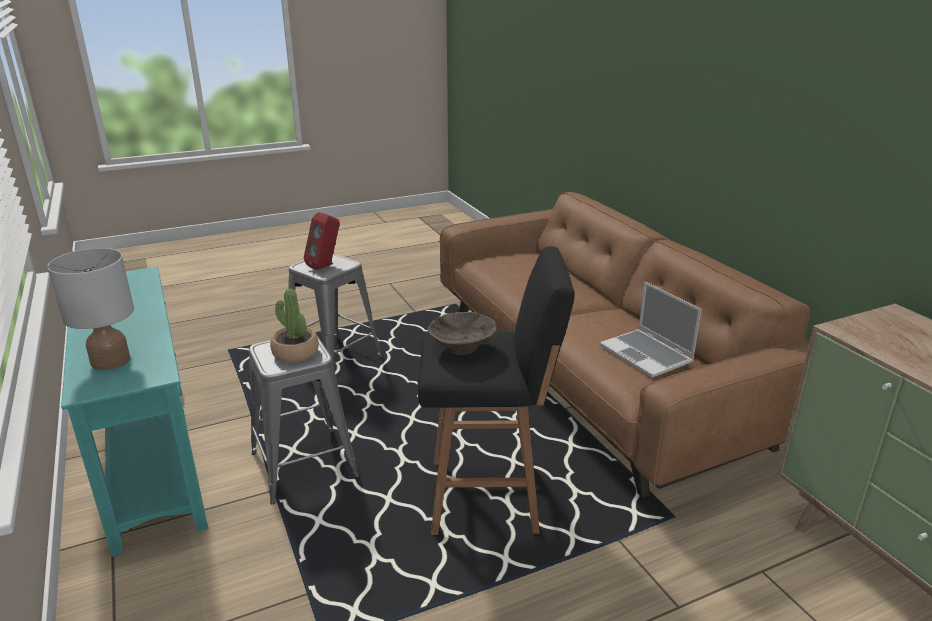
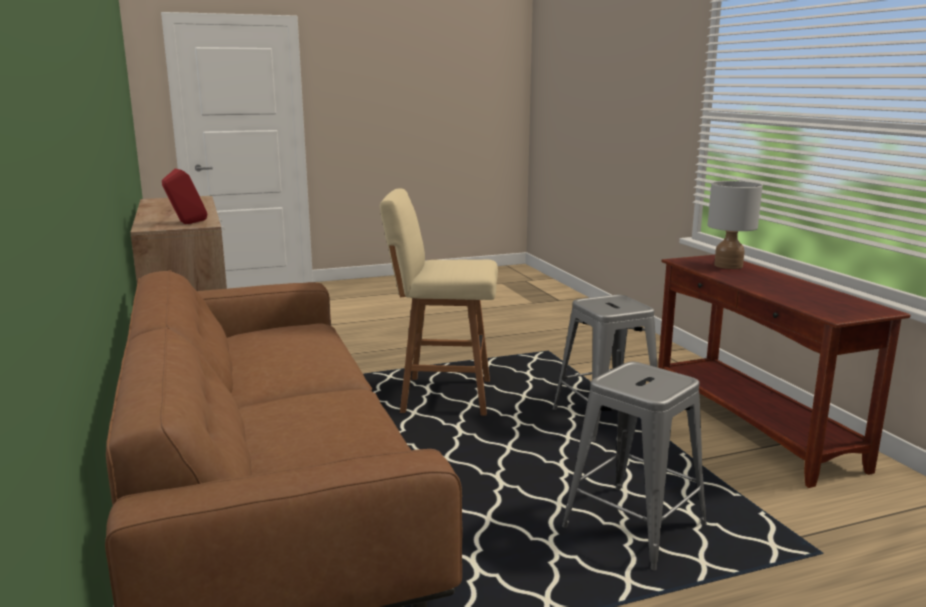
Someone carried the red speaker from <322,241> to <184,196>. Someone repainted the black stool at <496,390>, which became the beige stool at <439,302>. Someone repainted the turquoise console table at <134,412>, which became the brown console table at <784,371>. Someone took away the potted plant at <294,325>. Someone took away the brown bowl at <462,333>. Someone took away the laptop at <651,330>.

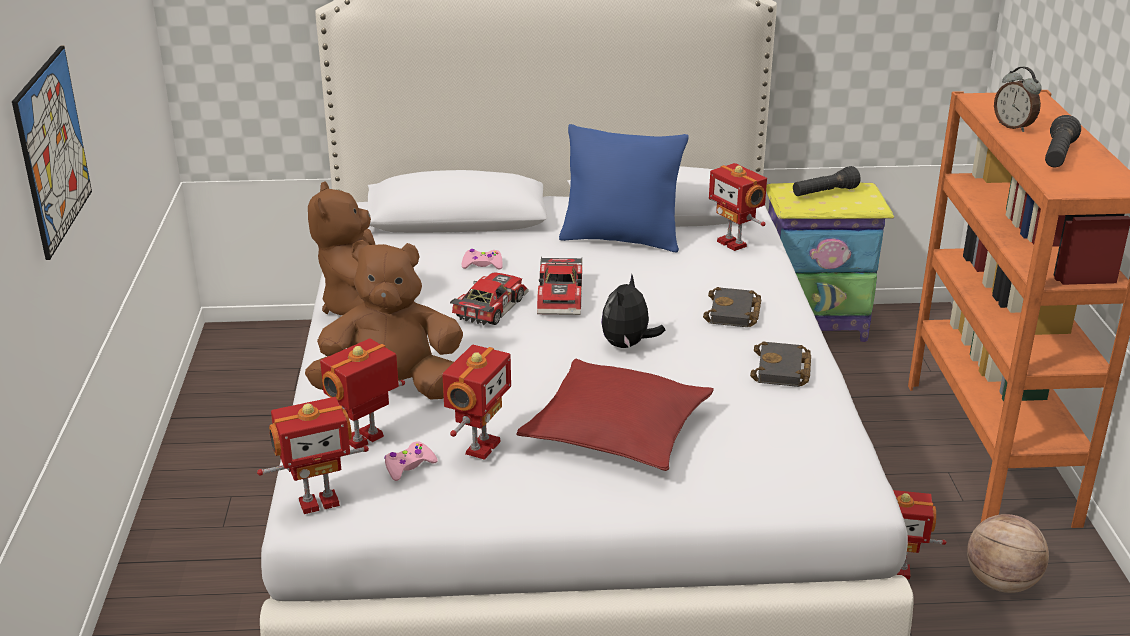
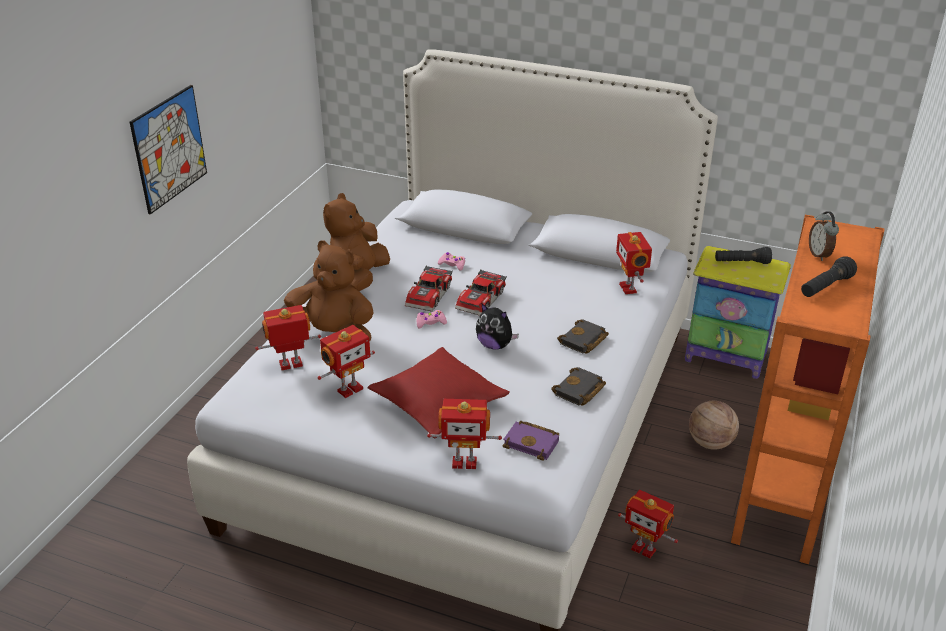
Someone rotated the toy car at <489,298> by 150 degrees clockwise. Someone carried the pink game controller from <411,461> to <432,319>. Someone carried the toy robot from <313,455> to <464,434>. Someone rotated the plush toy at <633,311> by 105 degrees counterclockwise. Someone put down the purple book at <531,441>. Someone carried the basketball from <1008,553> to <714,425>. Someone took away the blue pillow at <623,188>.

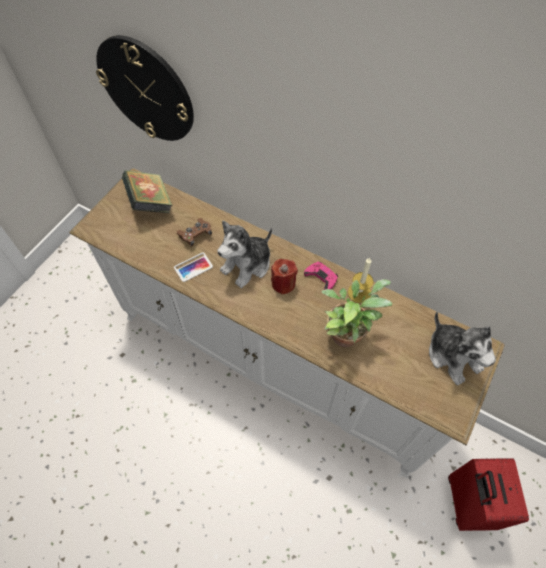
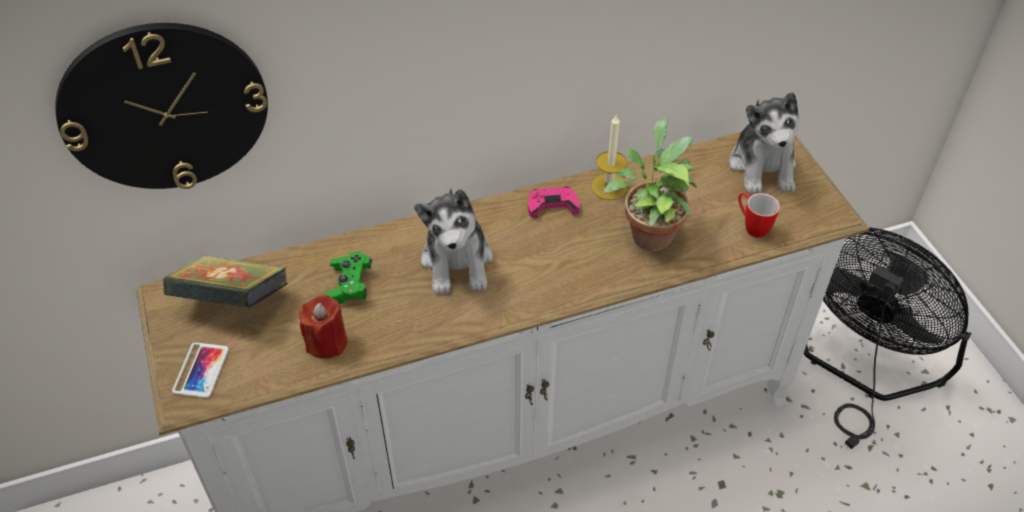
Someone carried the phone from <193,267> to <200,370>. Someone carried the red candle from <284,276> to <323,326>. Someone repainted the brown game controller at <194,232>, which became the green game controller at <348,278>. Someone rotated the plush toy at <462,349> by 75 degrees clockwise. Someone put down the mug at <759,215>. Someone swapped the red suitcase at <488,494> for the black fan at <887,338>.

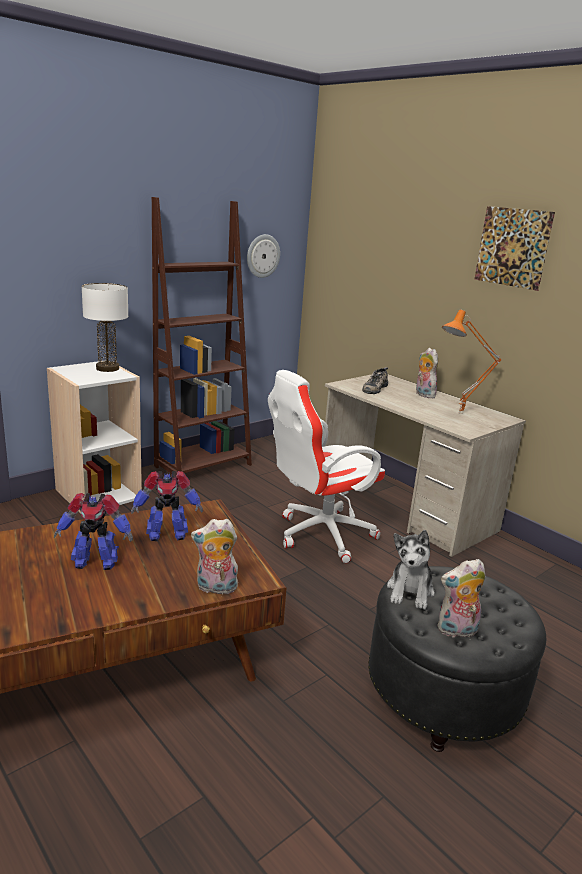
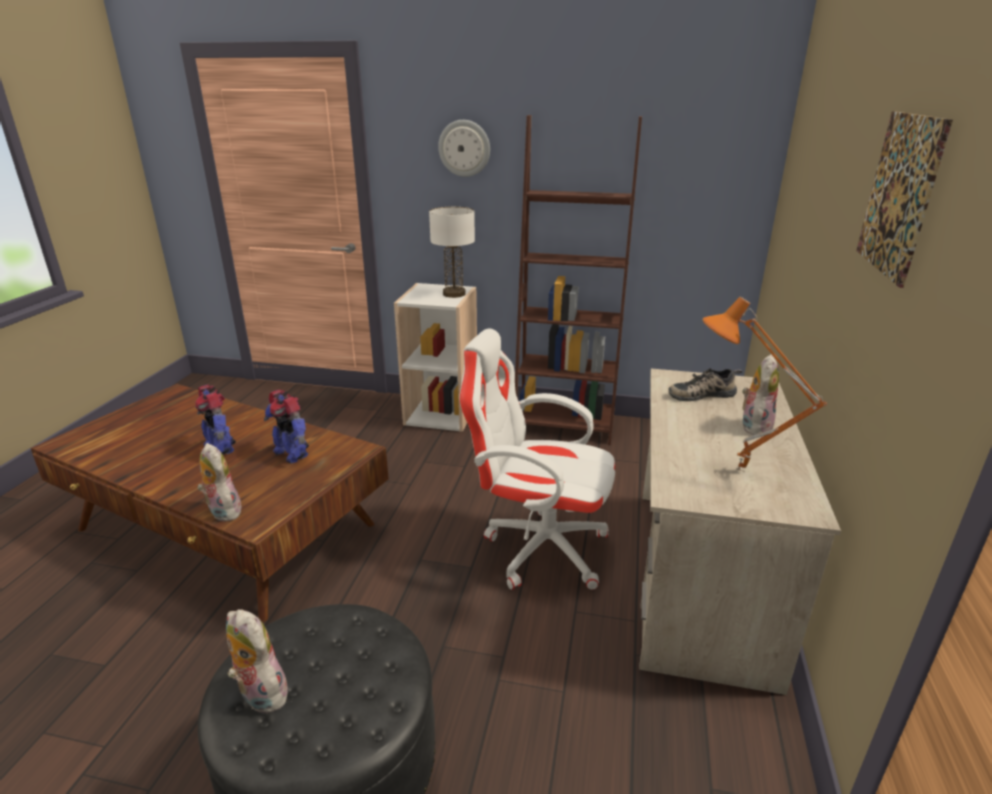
Someone carried the wall clock from <263,256> to <464,148>. Someone took away the plush toy at <411,570>.

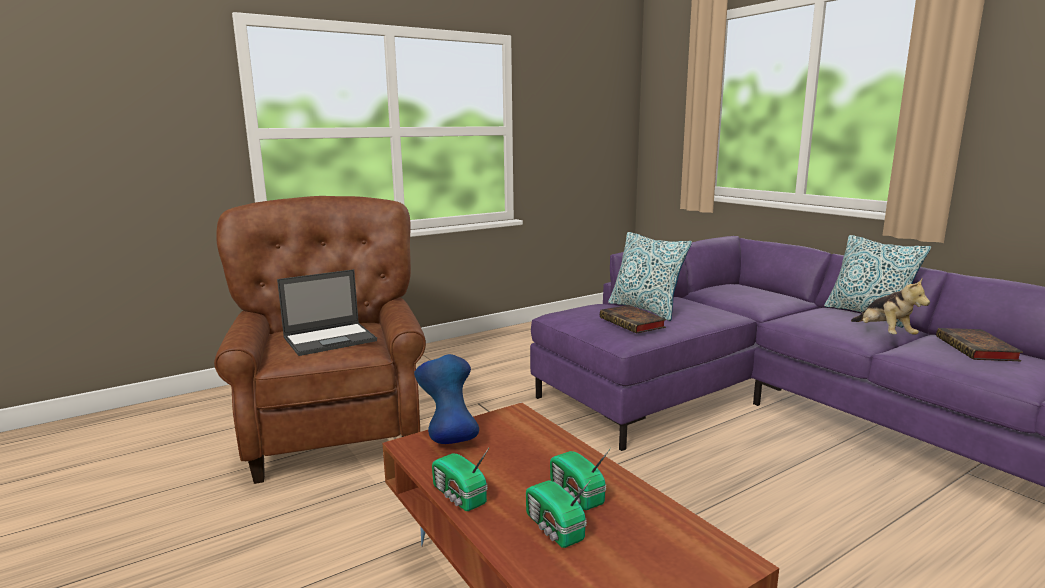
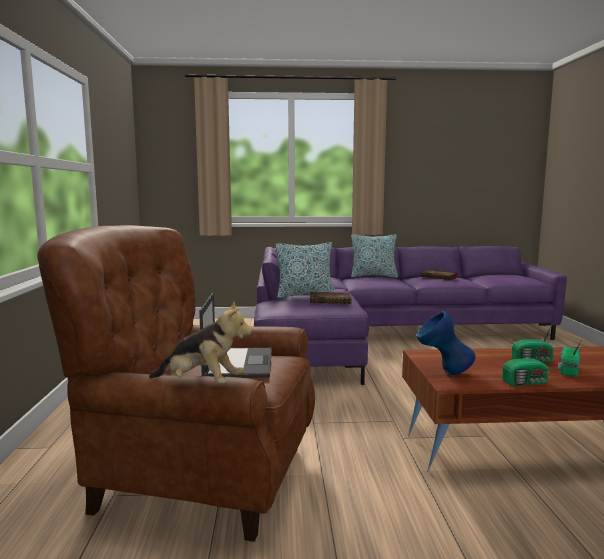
Someone carried the plush toy from <890,306> to <201,342>. Someone rotated the radio at <558,514> by 120 degrees clockwise.

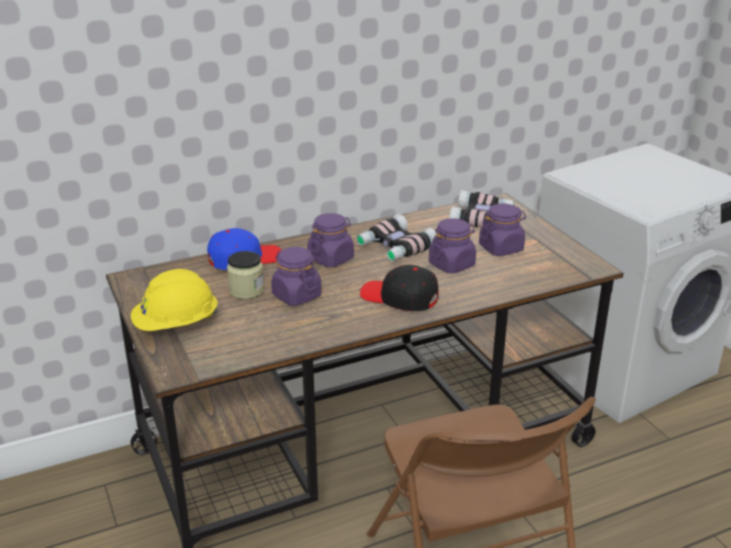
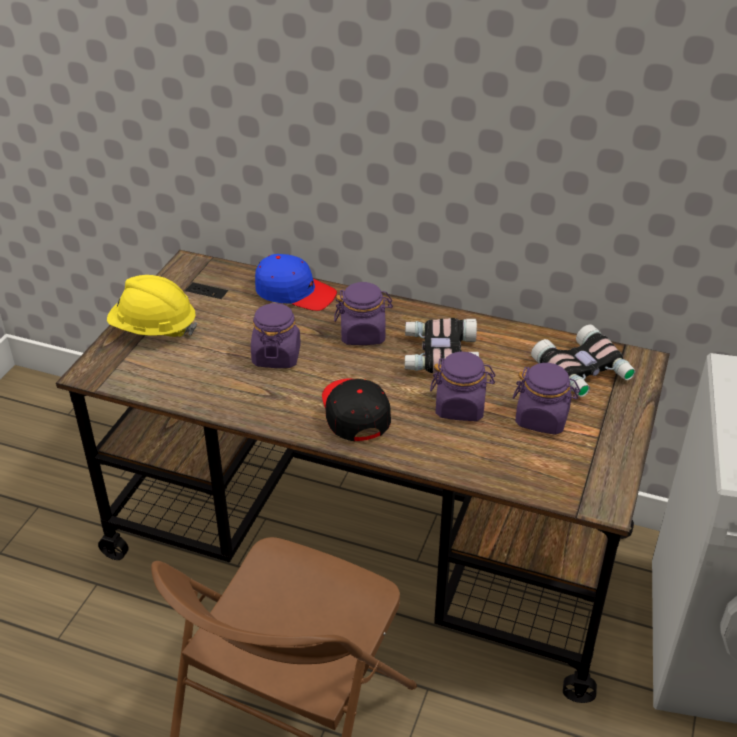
Someone took away the jar at <245,275>.

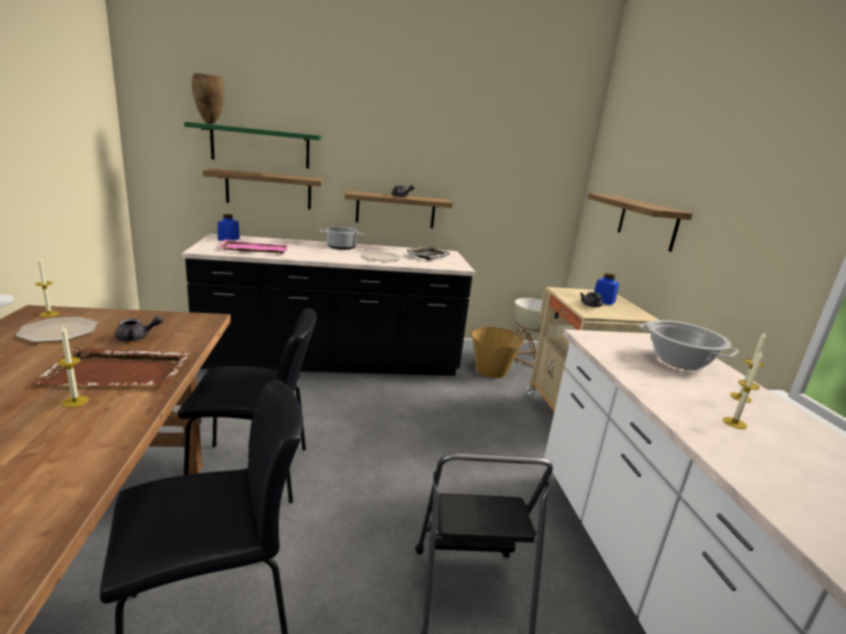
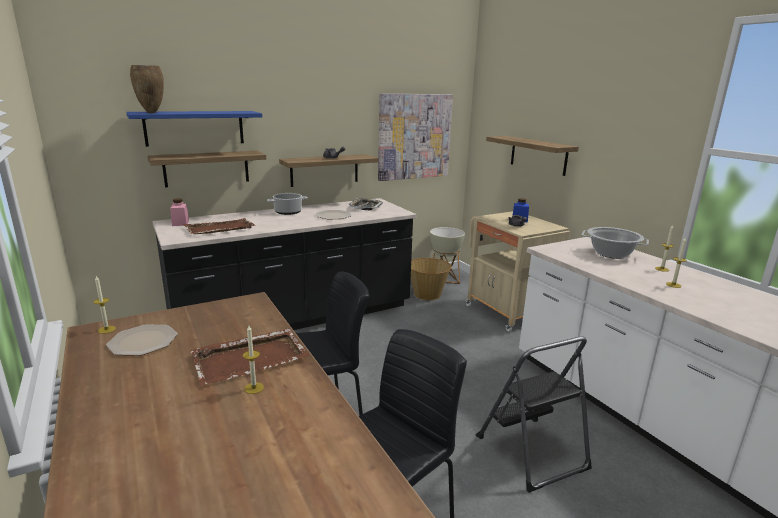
Someone repainted the green shelf at <253,145>, which became the blue shelf at <194,129>. Someone repainted the blue jar at <229,227>, which became the pink jar at <179,212>. Someone repainted the pink tray at <252,246>, which became the brown tray at <219,226>. Someone put up the picture at <415,137>. Someone took away the grey teapot at <139,328>.

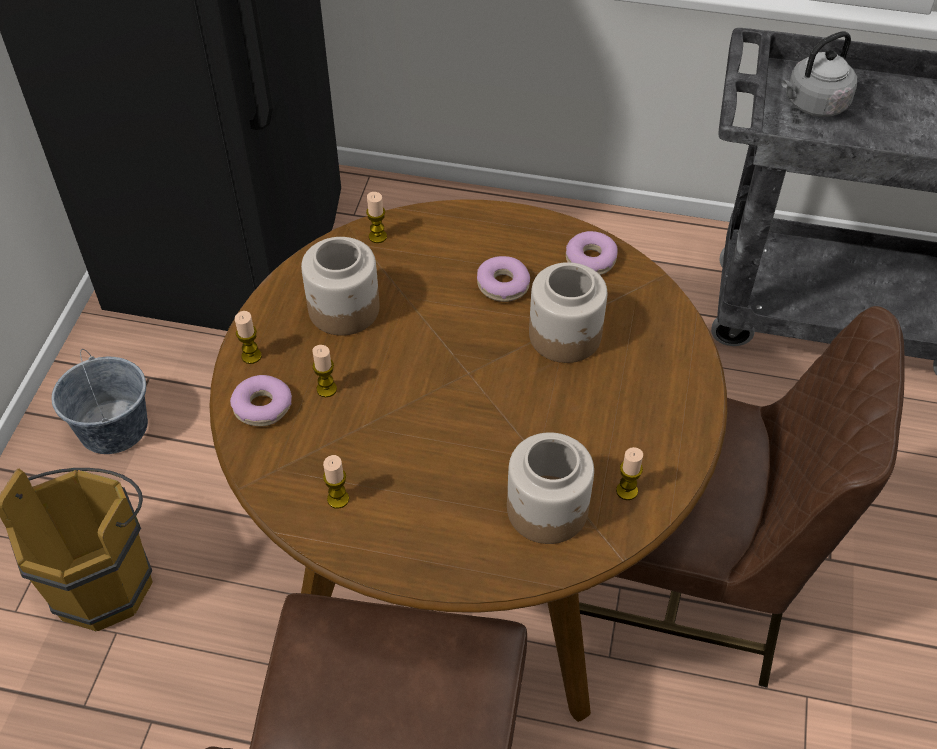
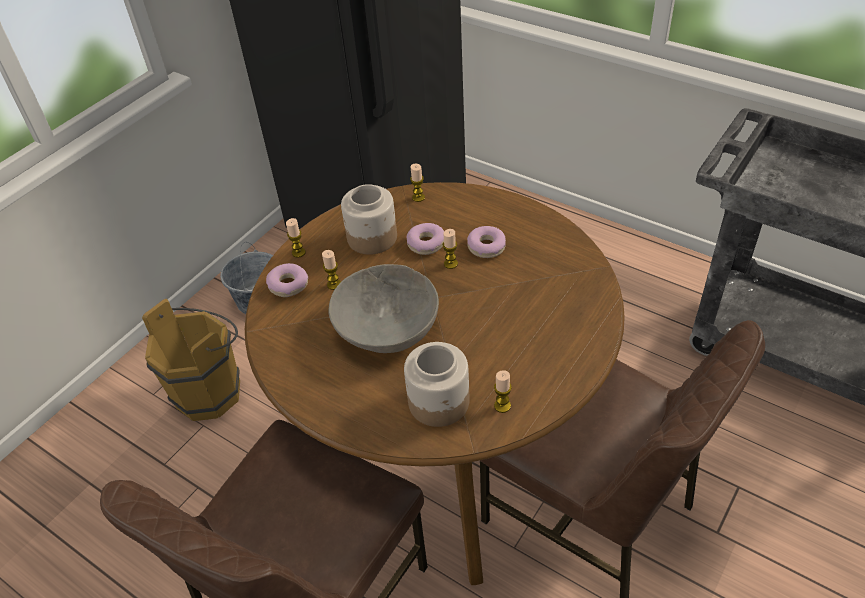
Someone put down the grey bowl at <384,308>. Someone carried the donut from <592,253> to <425,239>. Someone carried the candle from <336,482> to <450,249>. Someone took away the jar at <568,312>. Someone took away the grey kettle at <819,74>.

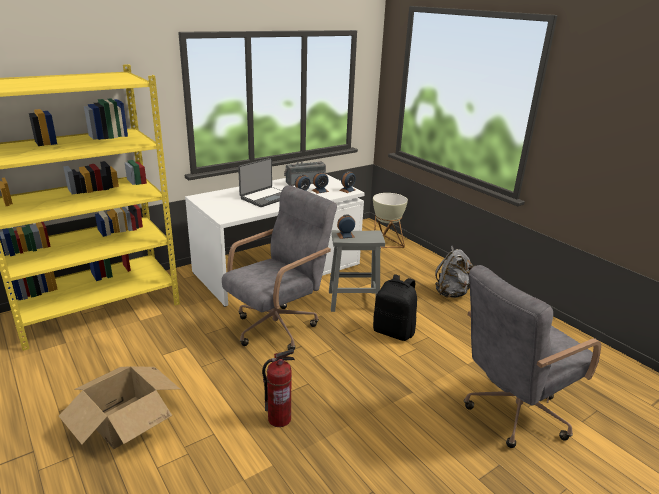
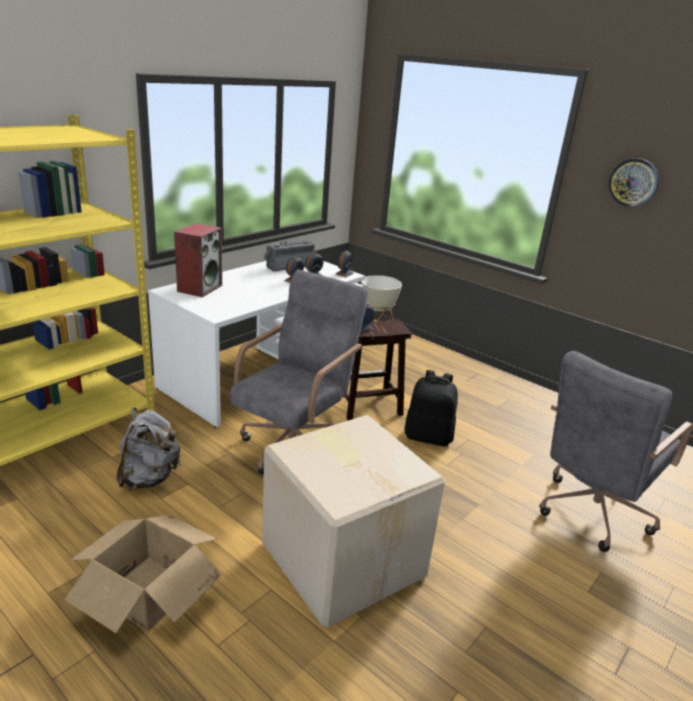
Someone carried the grey backpack from <454,272> to <149,449>. Someone put down the speaker at <198,260>. Someone swapped the fire extinguisher at <278,388> for the cardboard box at <353,521>. Someone repainted the grey stool at <357,271>, which became the brown stool at <378,370>. Someone put up the wall clock at <633,182>. Someone took away the laptop at <260,182>.

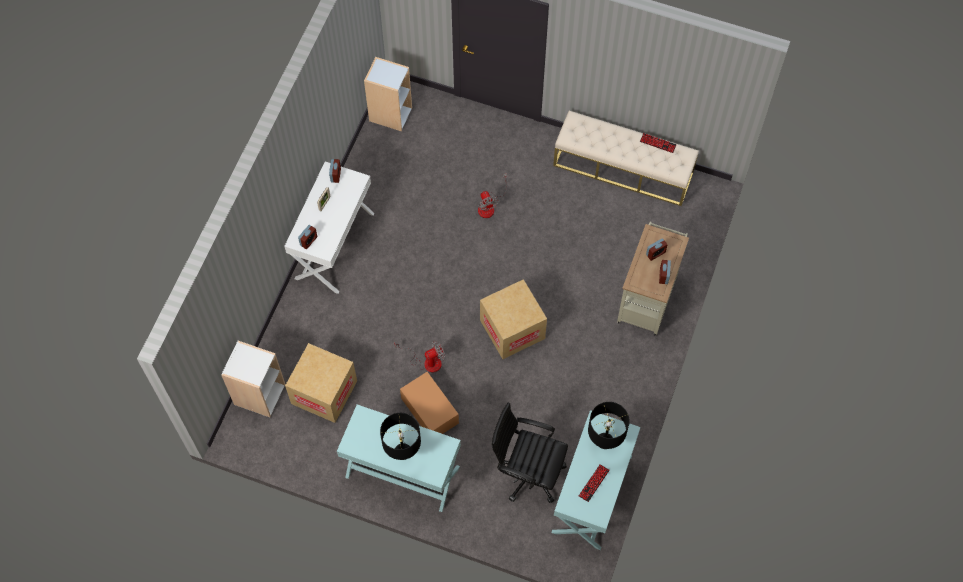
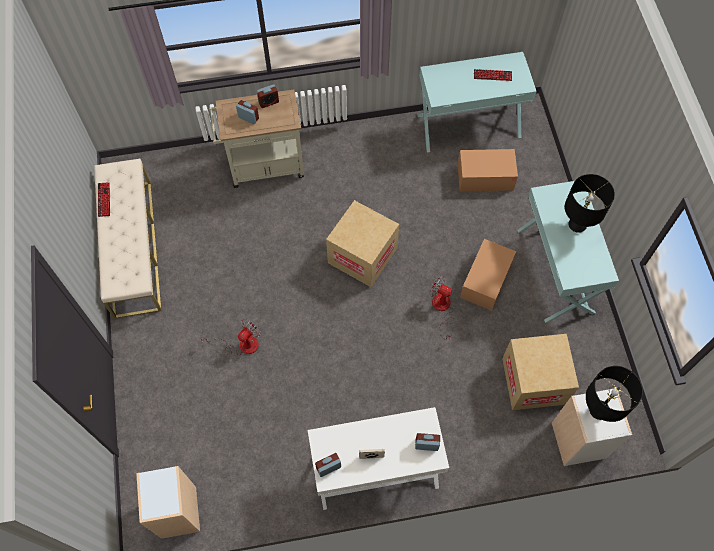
Someone swapped the black office chair at <530,453> for the cardboard box at <487,170>. Someone carried the black table lamp from <609,425> to <614,394>.

